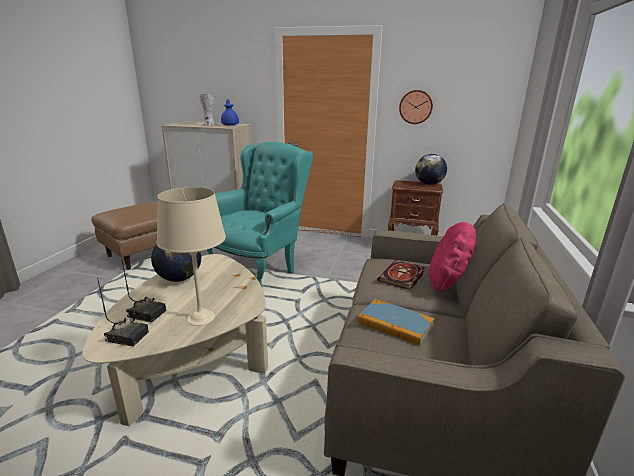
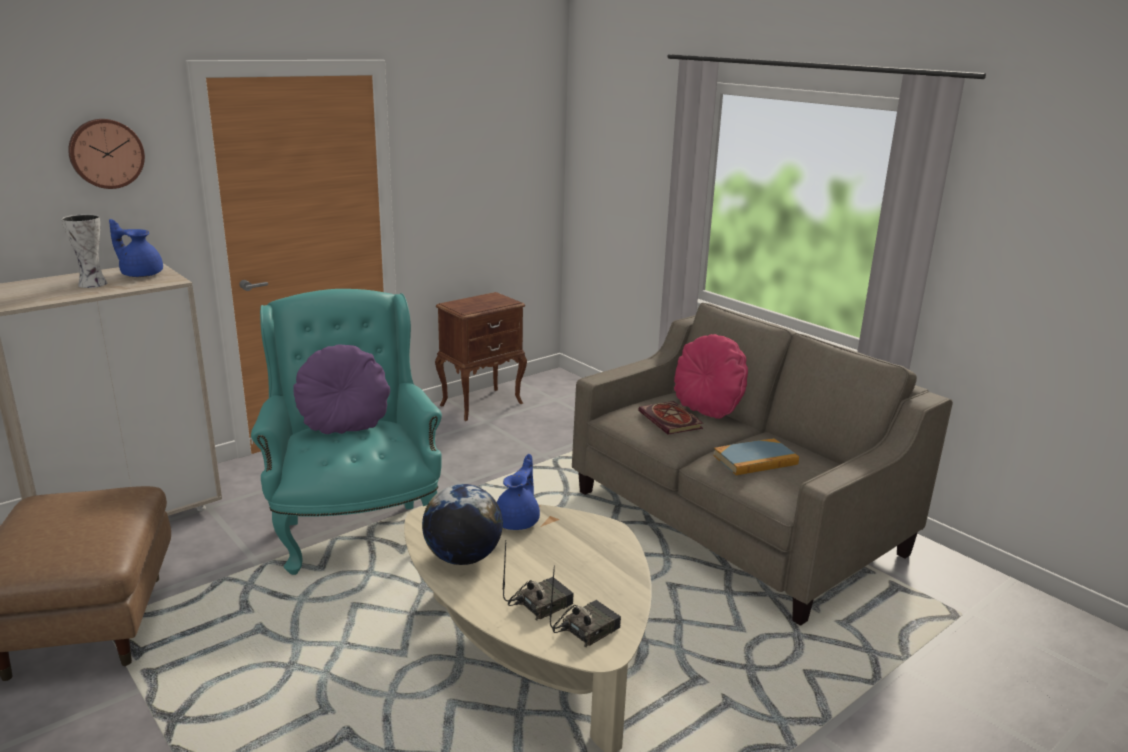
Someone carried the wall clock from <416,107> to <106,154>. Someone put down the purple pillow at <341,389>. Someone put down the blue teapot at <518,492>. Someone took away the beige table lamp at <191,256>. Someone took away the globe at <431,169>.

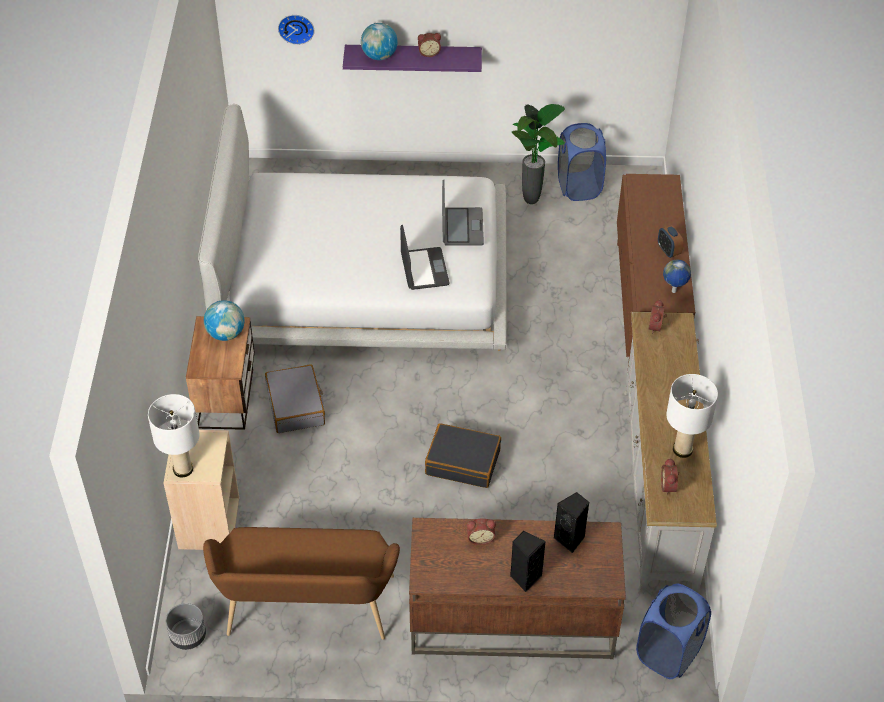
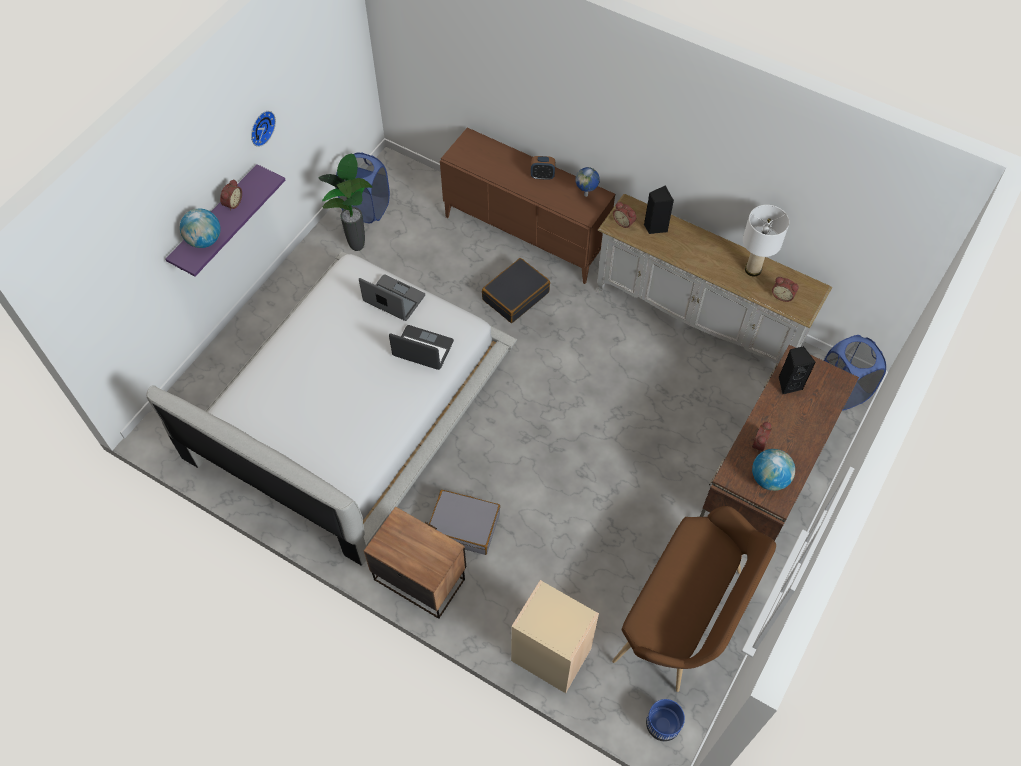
Someone carried the wall clock from <296,30> to <263,129>. Someone carried the black suitcase from <463,455> to <516,290>. Someone carried the black speaker from <528,561> to <659,209>. Someone repainted the grey planter at <186,626>, which became the blue planter at <665,720>. Someone carried the globe from <224,320> to <773,470>. Someone took away the white table lamp at <174,435>.

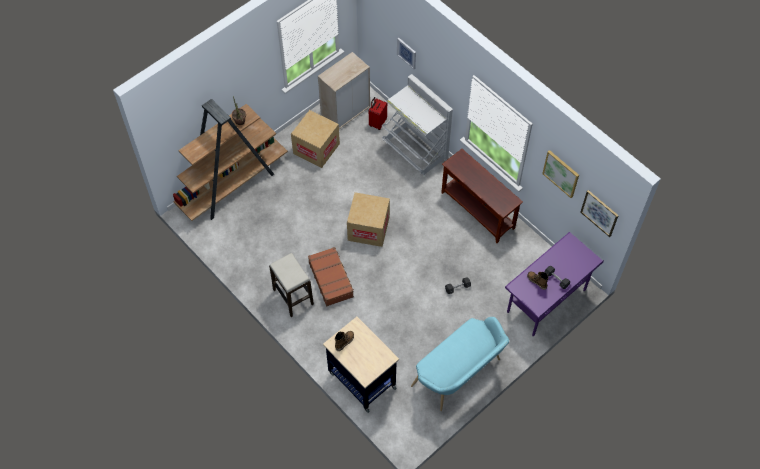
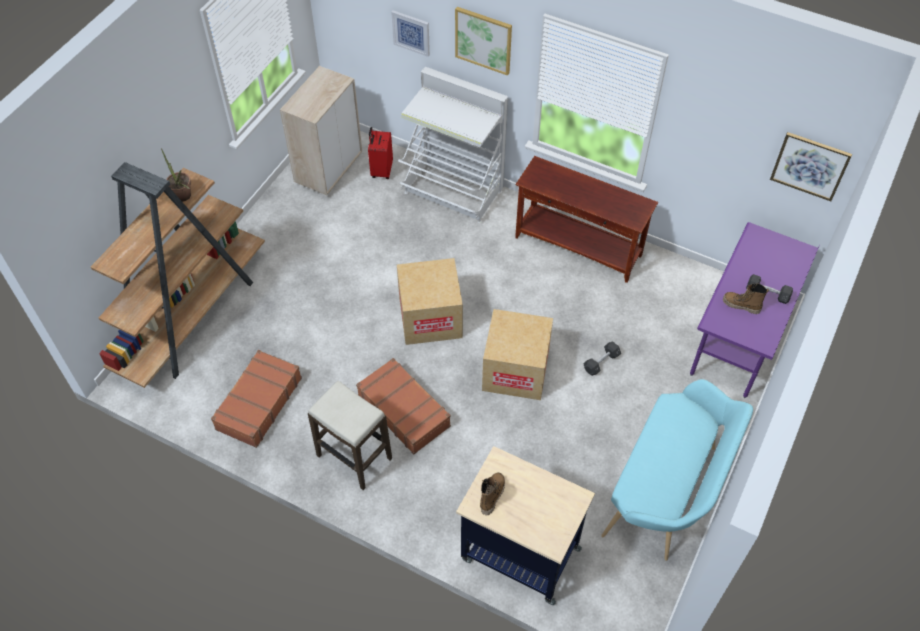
Someone put down the brown suitcase at <256,399>. Someone carried the picture from <560,174> to <483,41>. Someone carried the cardboard box from <315,139> to <517,354>.

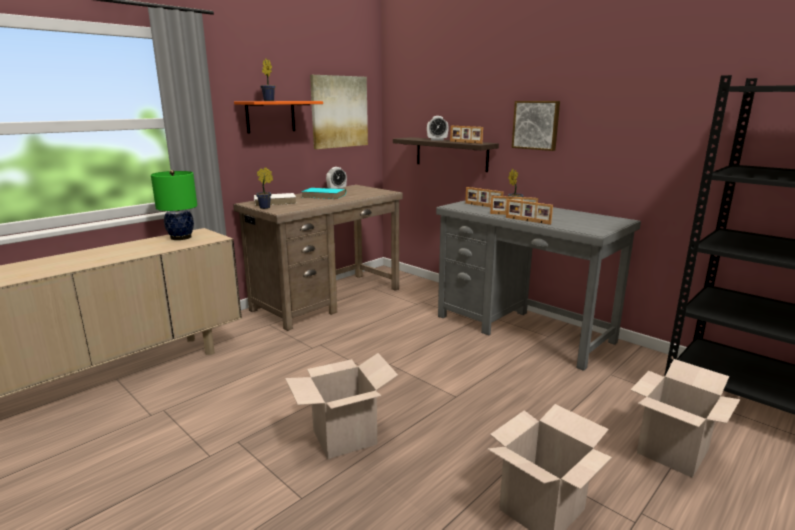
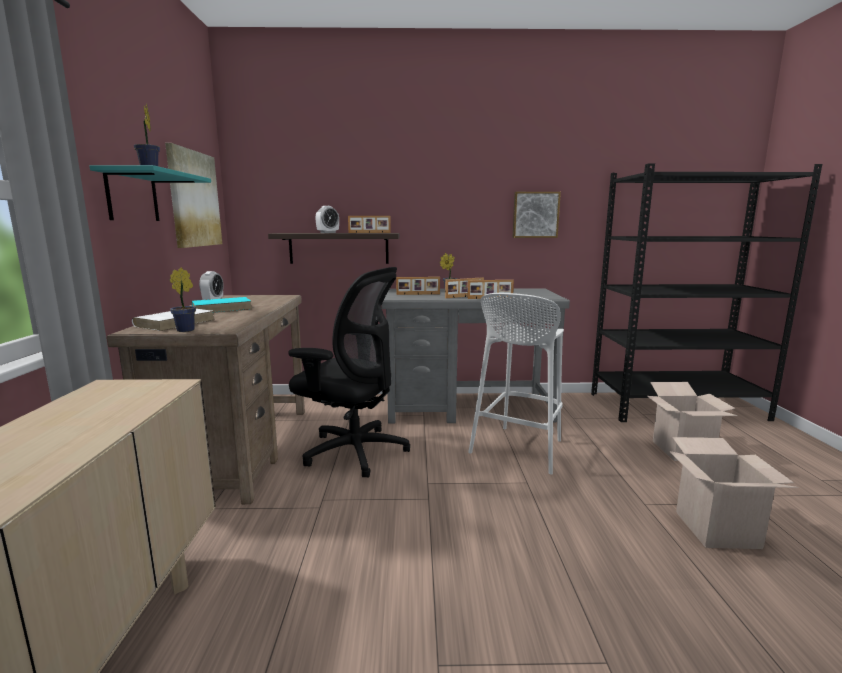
Someone repainted the orange shelf at <278,117>, which became the turquoise shelf at <150,193>. Someone put down the black office chair at <349,372>. Someone put down the white stool at <516,383>. Someone carried the picture from <536,126> to <537,215>. Someone took away the green table lamp at <174,205>. Someone took away the cardboard box at <341,406>.

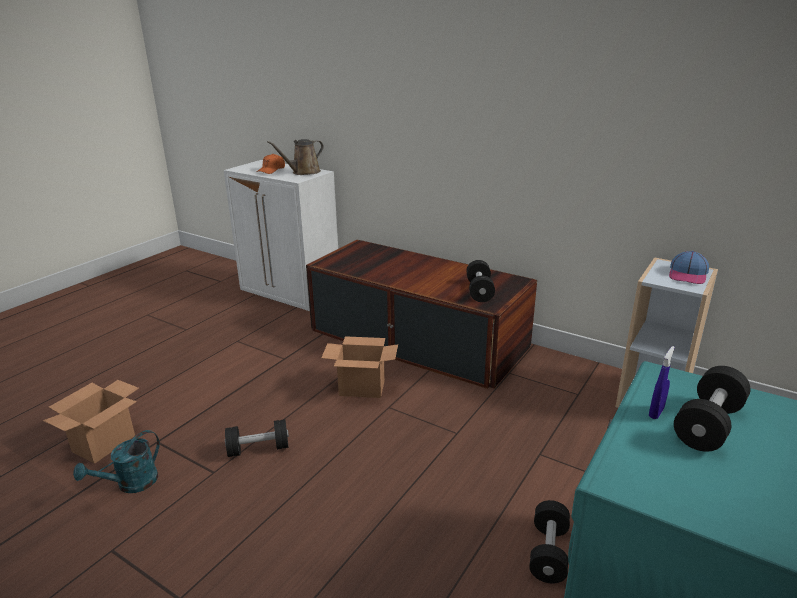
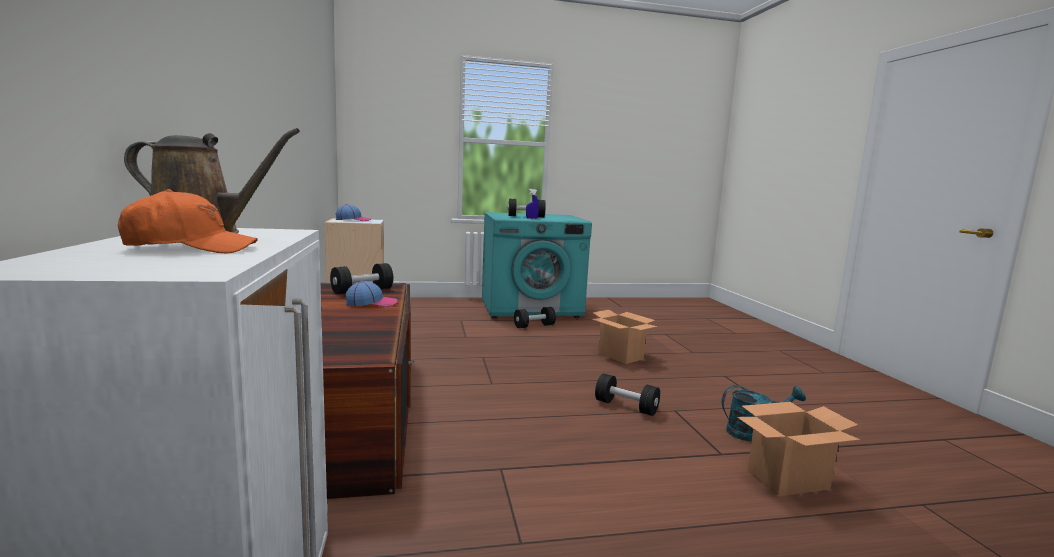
Someone put down the cap at <371,294>. Someone carried the cardboard box from <359,367> to <625,337>.

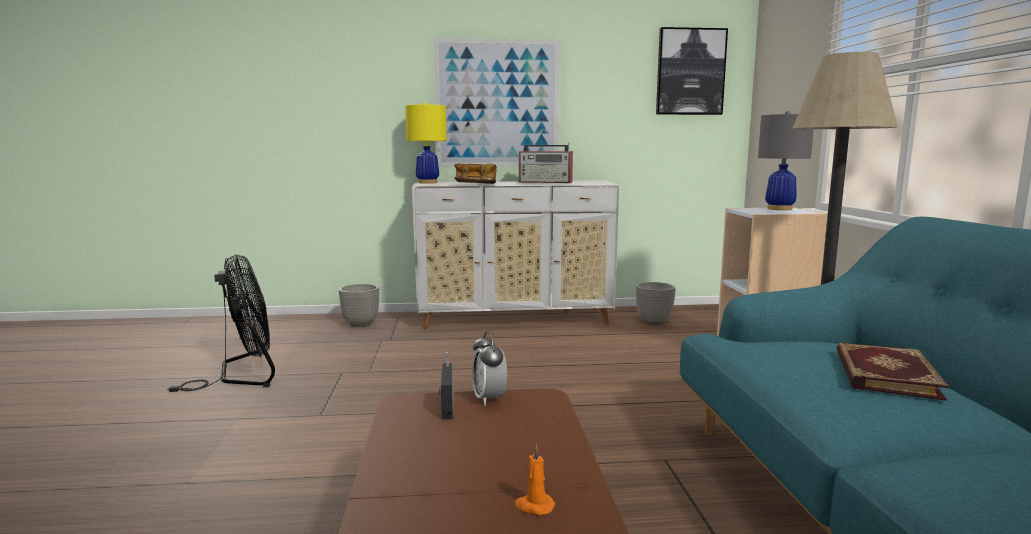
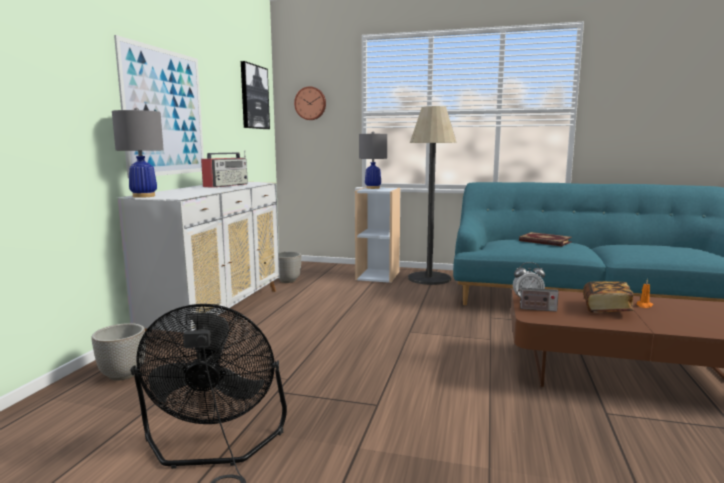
Someone repainted the yellow table lamp at <426,143>, which became the grey table lamp at <138,153>. Someone put up the wall clock at <310,103>. Someone carried the book from <475,174> to <608,297>.

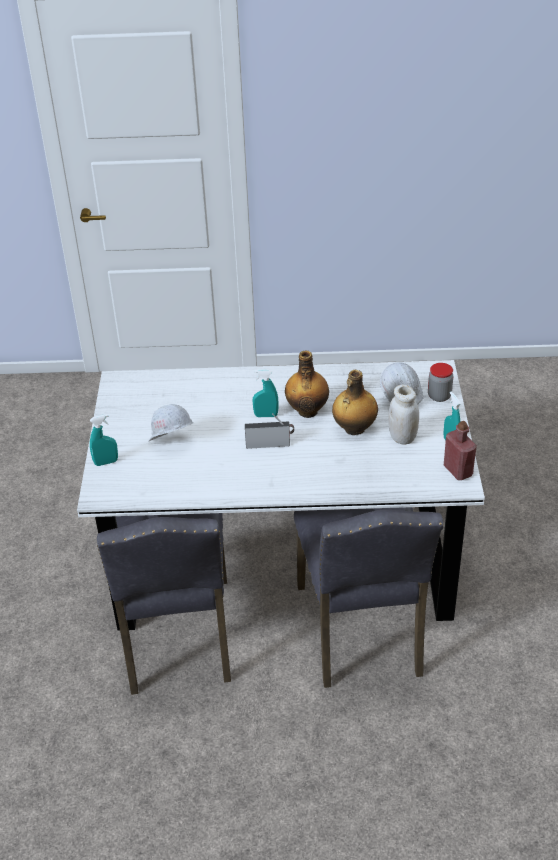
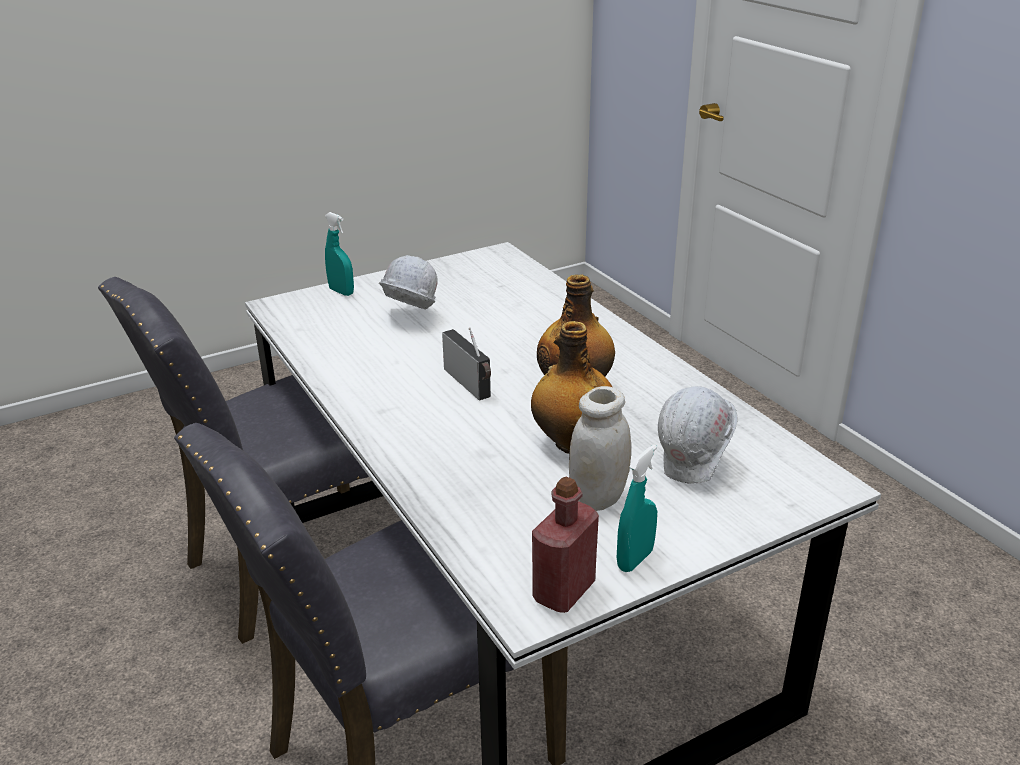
Someone took away the turquoise spray bottle at <265,393>. Someone took away the jar at <440,382>.

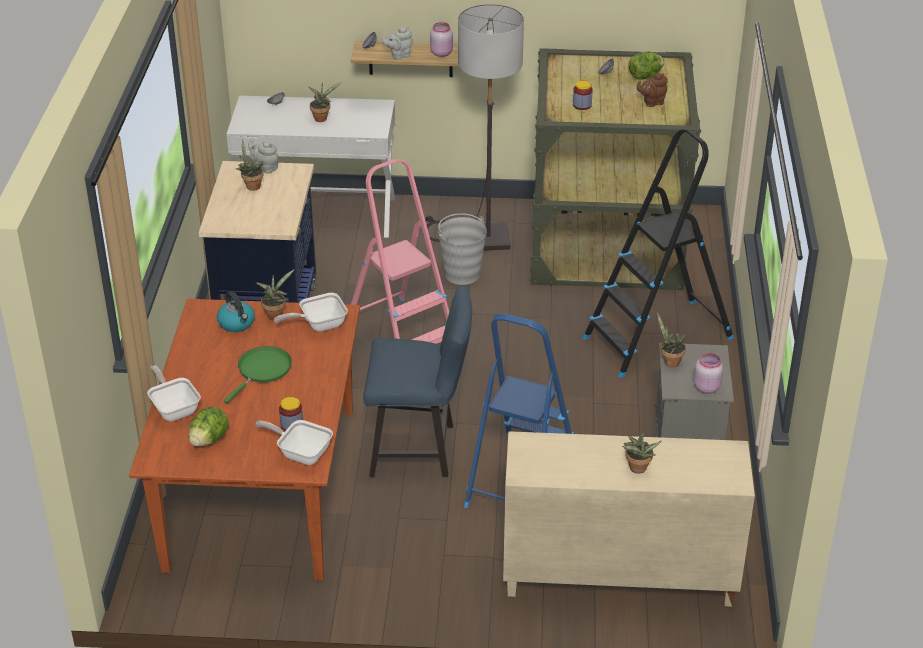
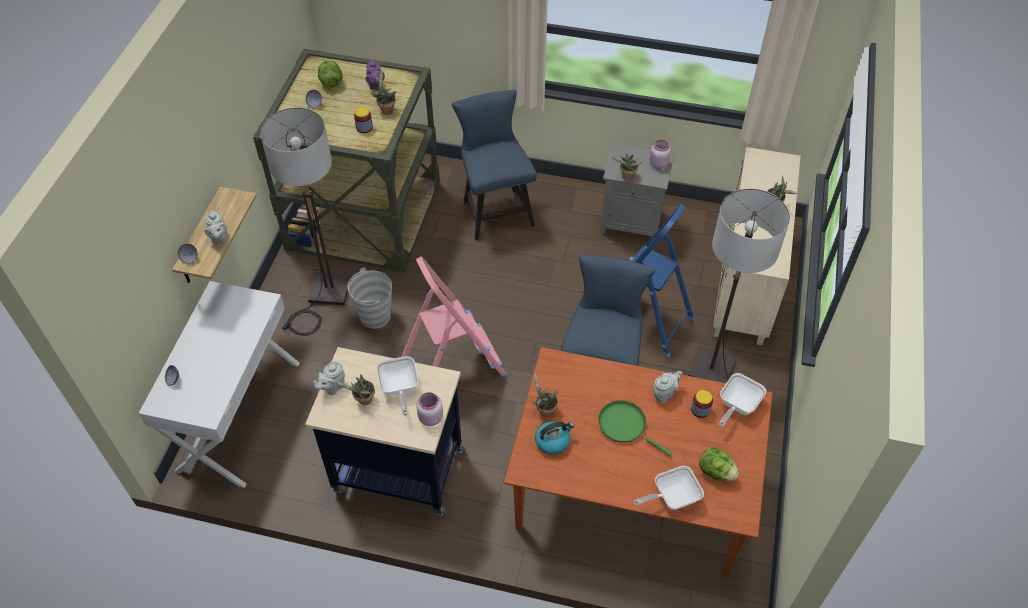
Someone repainted the brown teapot at <652,90>, which became the purple teapot at <375,75>. Someone carried the potted plant from <325,102> to <383,92>. Someone carried the frying pan from <311,312> to <397,386>. Someone carried the pink jar from <441,39> to <429,409>. Someone swapped the black step ladder at <658,253> for the blue chair at <494,165>. Someone put down the grey teapot at <667,387>. Someone put down the floor lamp at <739,286>.

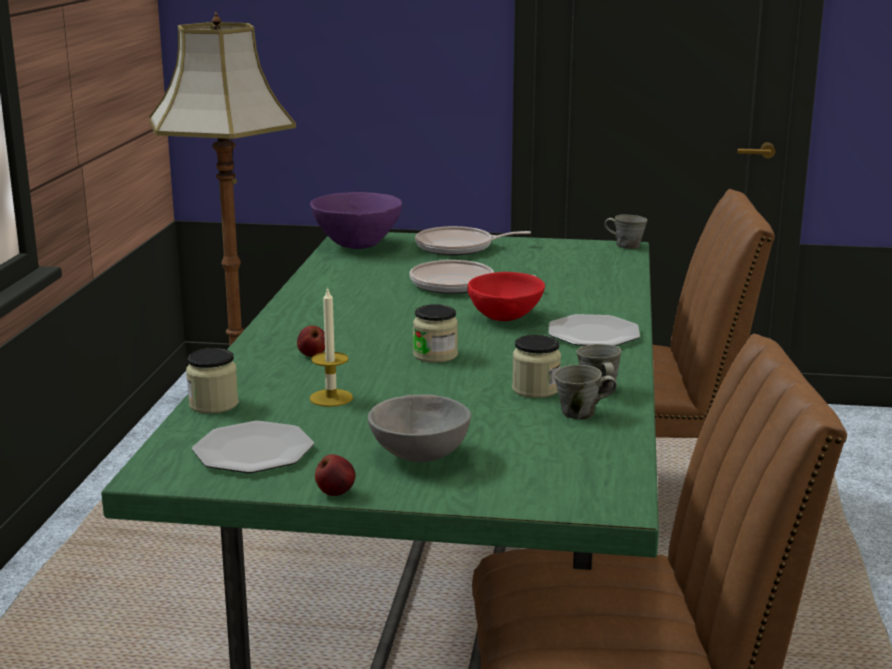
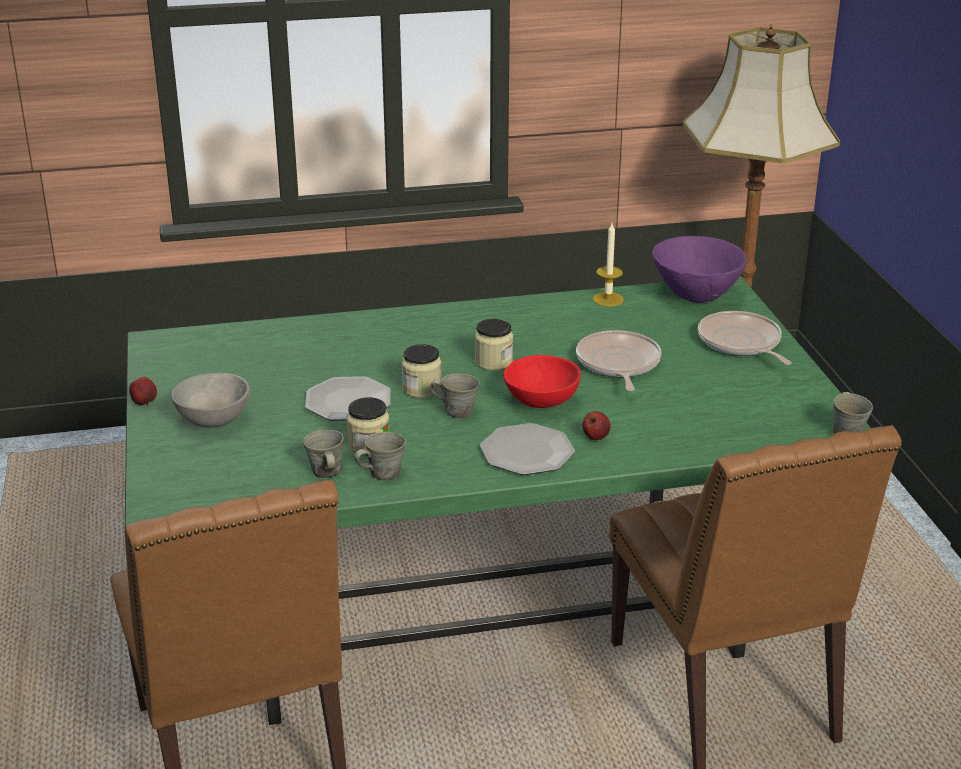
Someone carried the plate from <253,447> to <348,398>. Someone put down the grey mug at <455,395>. Someone carried the jar from <212,381> to <494,345>. Someone carried the apple from <311,341> to <596,425>. Someone carried the candle from <331,347> to <608,265>.

